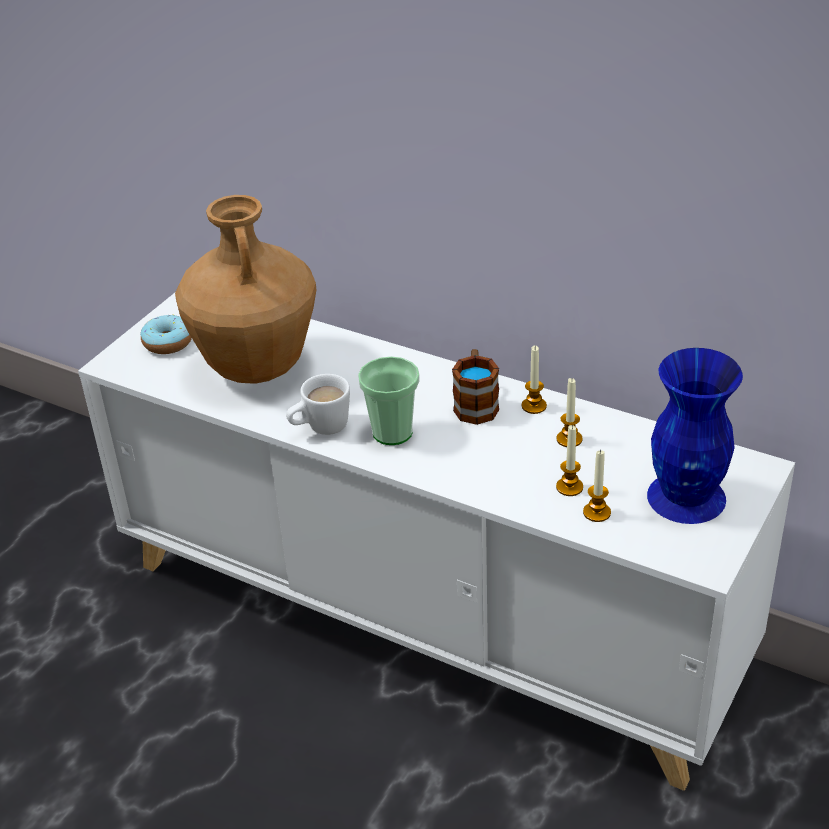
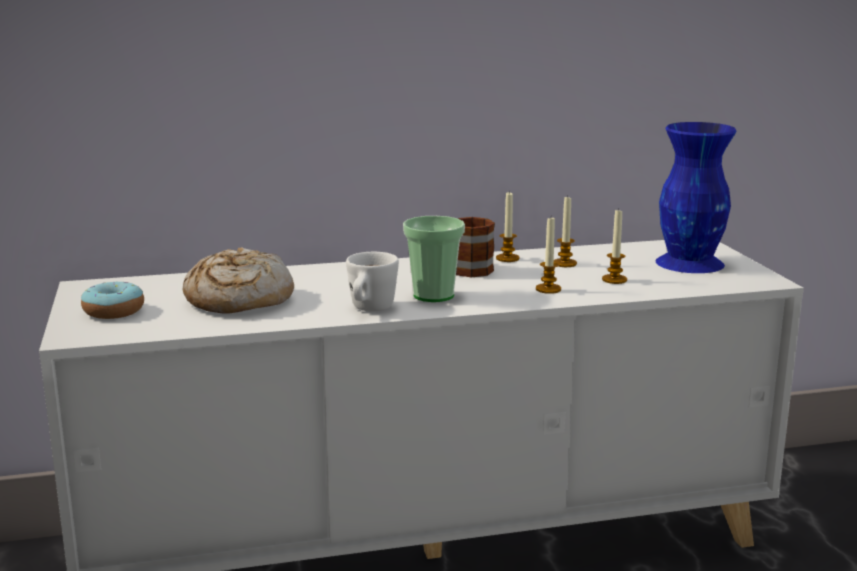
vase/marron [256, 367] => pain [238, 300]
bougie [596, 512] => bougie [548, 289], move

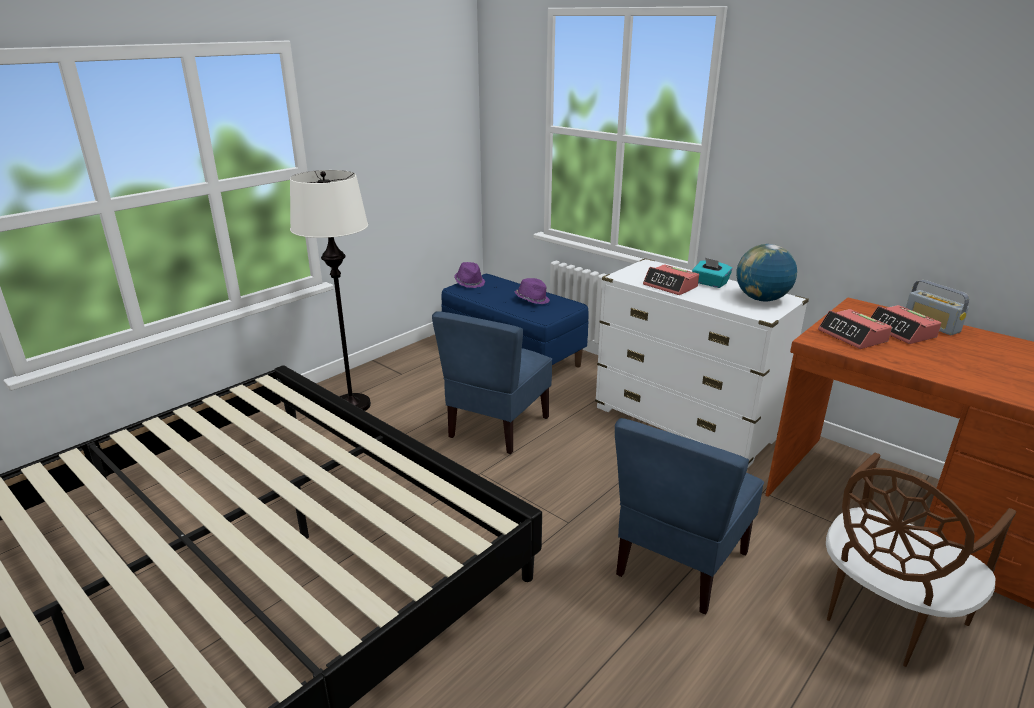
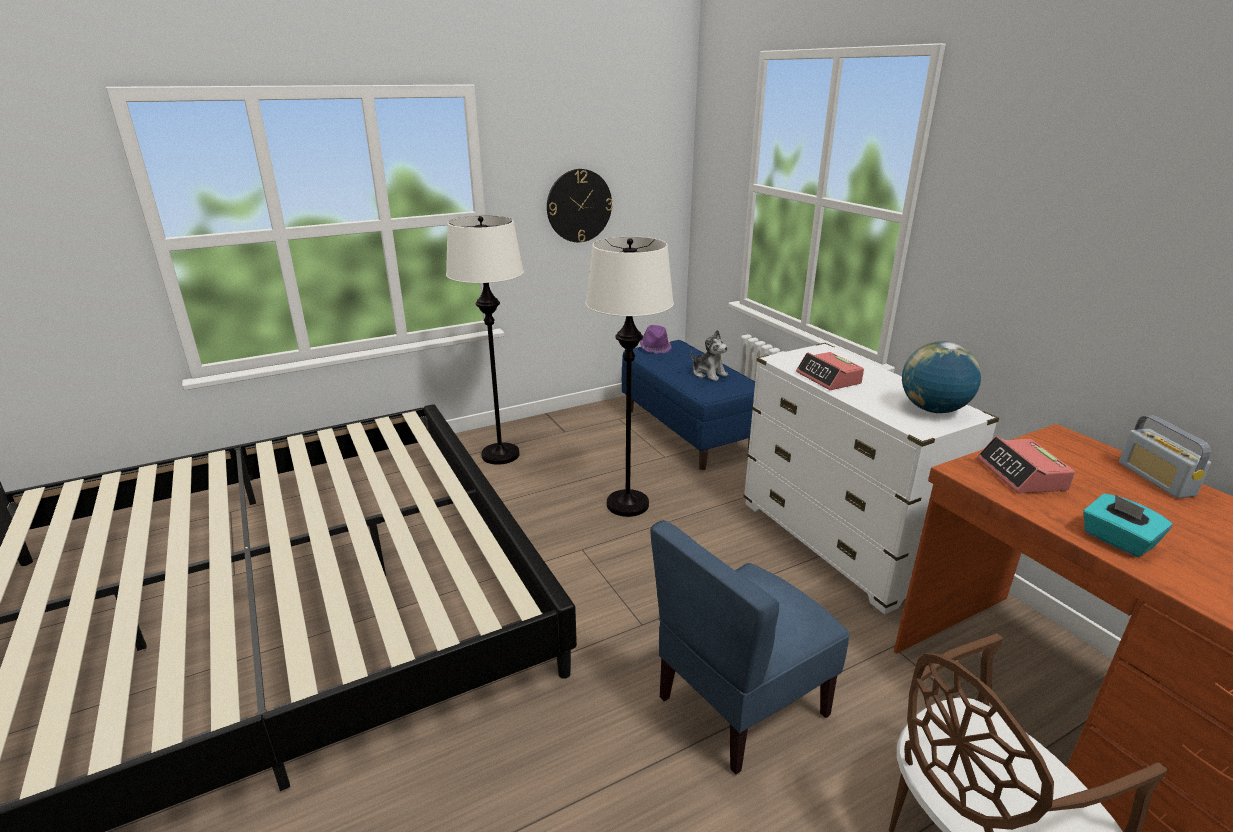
chaise/bleu [497, 427] => lampadaire/blanc [627, 504]
chapeau/violet [532, 299] => peluche [708, 374]
boîte à mouchoirs/turquoise [710, 283] => boîte à mouchoirs/turquoise [1117, 541], move
réveil [901, 332] => nothing
nothing => horloge murale [579, 206]

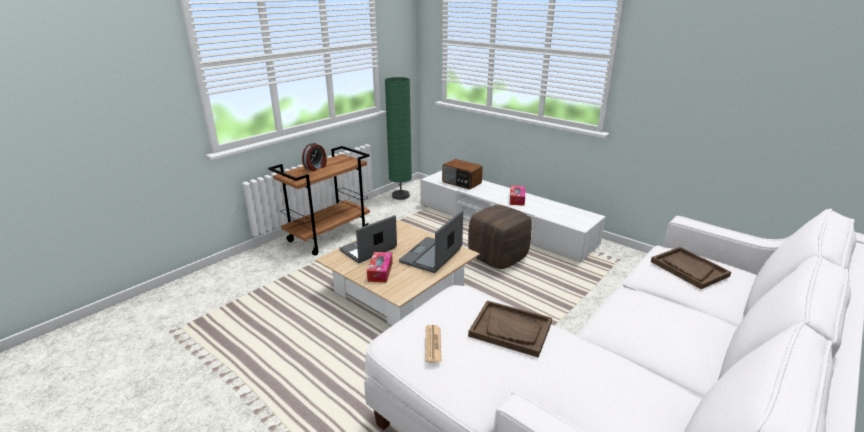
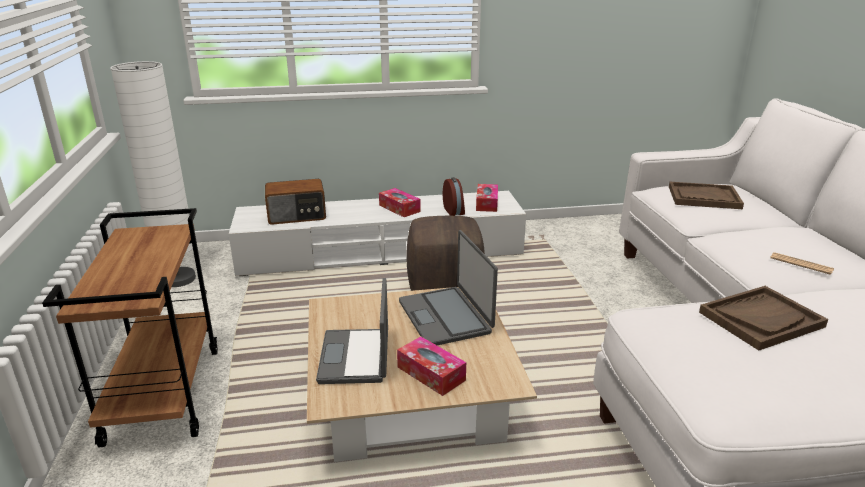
réveil [316, 167] => réveil [454, 211], move
lampadaire/vert [400, 196] => lampadaire/blanc [179, 279]
journal [433, 344] => journal [801, 264], move
nothing => boîte à mouchoirs [487, 203]

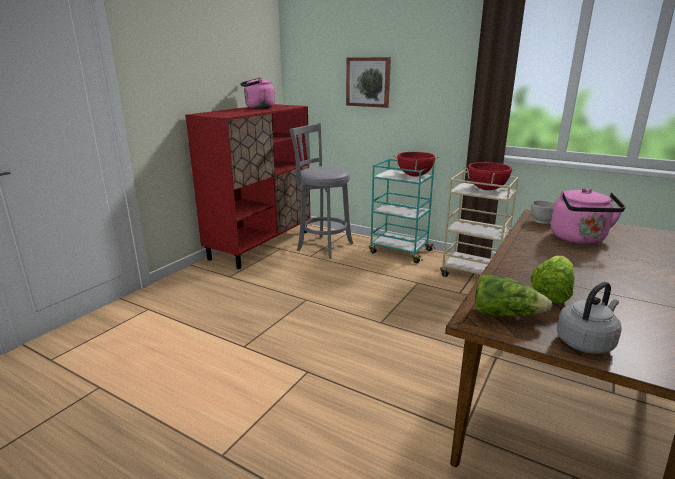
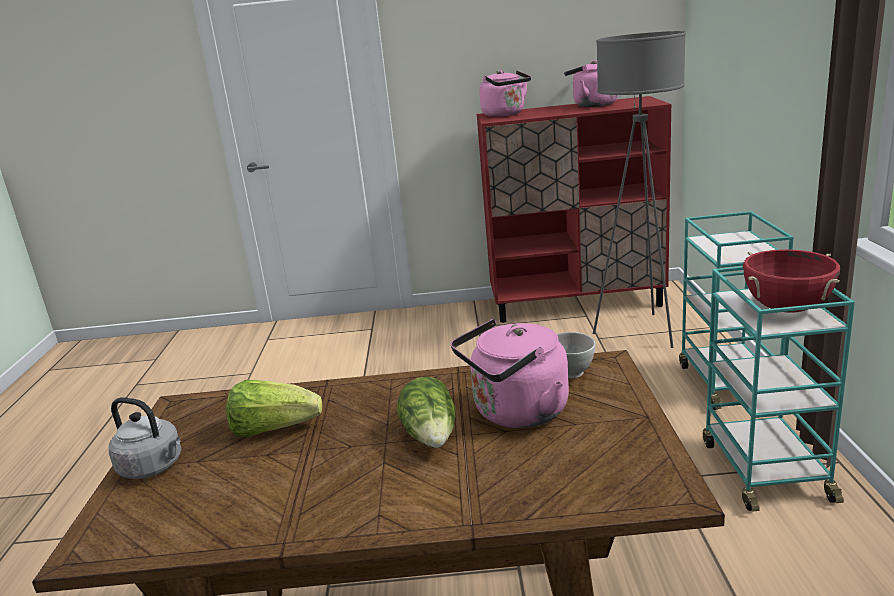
tabouret/gris [322, 246] => lampadaire/gris [640, 332]
tableau [368, 82] => nothing
marmite/rouge [414, 176] => nothing
chariot/beige [473, 274] => chariot/turquoise [764, 470]
laitue [505, 315] => laitue [432, 437], move
nothing => bouilloire/rose [505, 114]

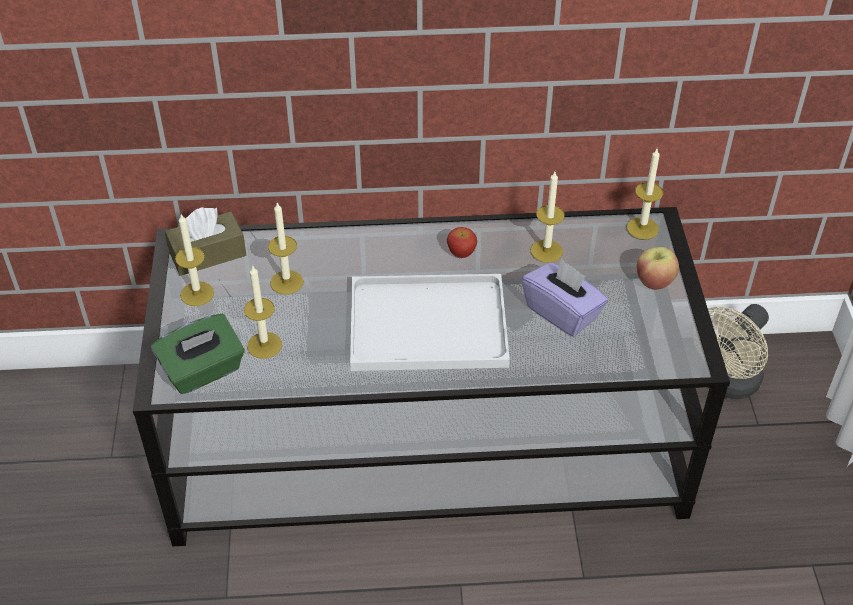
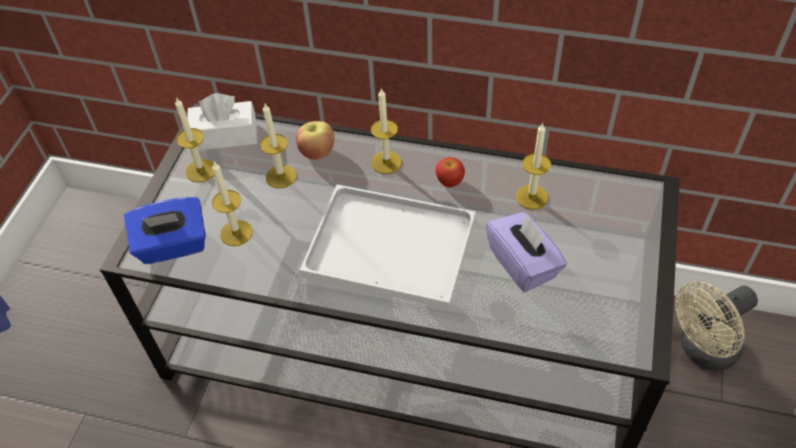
boîte à mouchoirs/vert [203, 371] => boîte à mouchoirs/bleu [173, 246]
boîte à mouchoirs/marron [208, 254] => boîte à mouchoirs/blanc [225, 135]
bougie [642, 228] => bougie [386, 162], move
pomme [654, 281] => pomme [317, 152], move

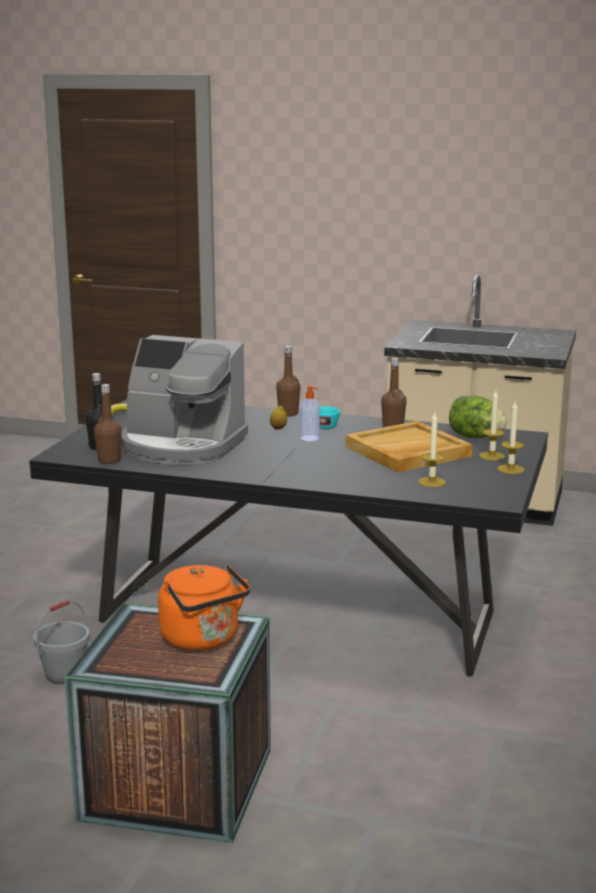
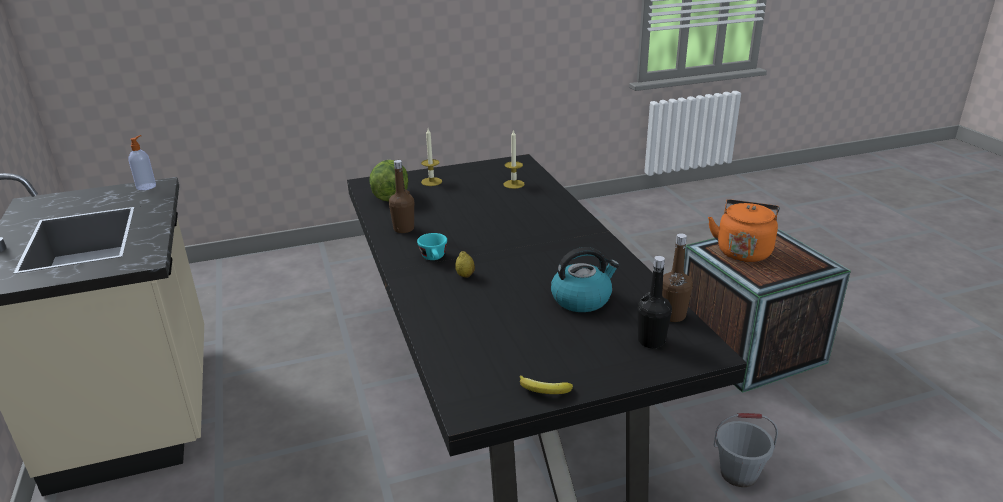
machine à café [181, 446] => bouilloire [582, 299]
bouteille/marron [288, 414] => nothing
distributeur de savon [310, 438] => distributeur de savon [146, 186], move
plateau/beige [407, 452] => nothing
bougie [510, 469] => nothing

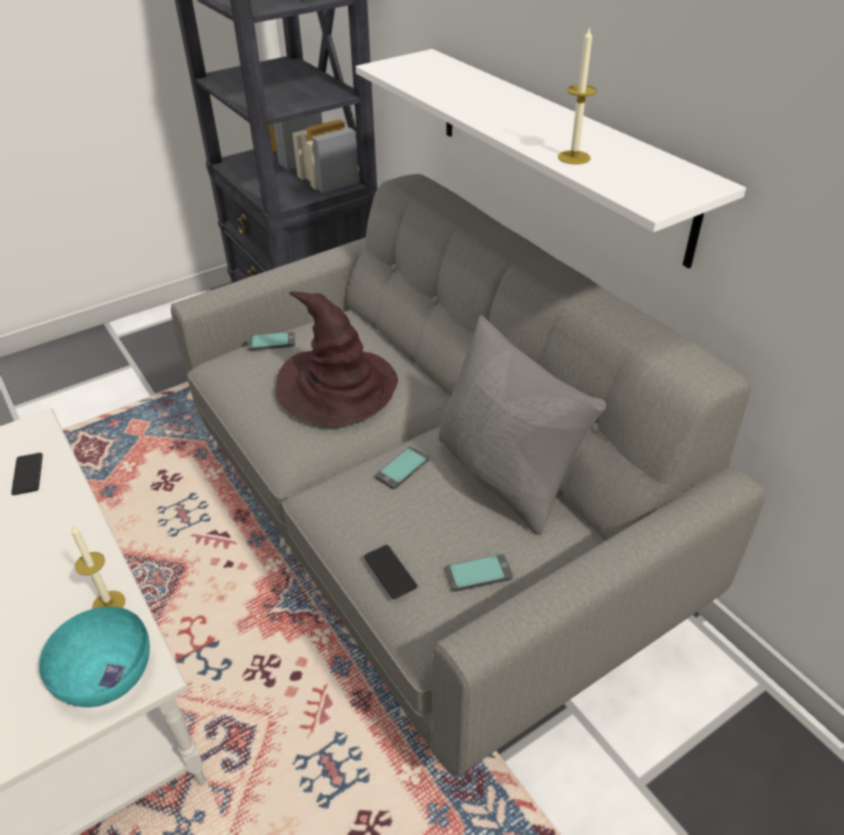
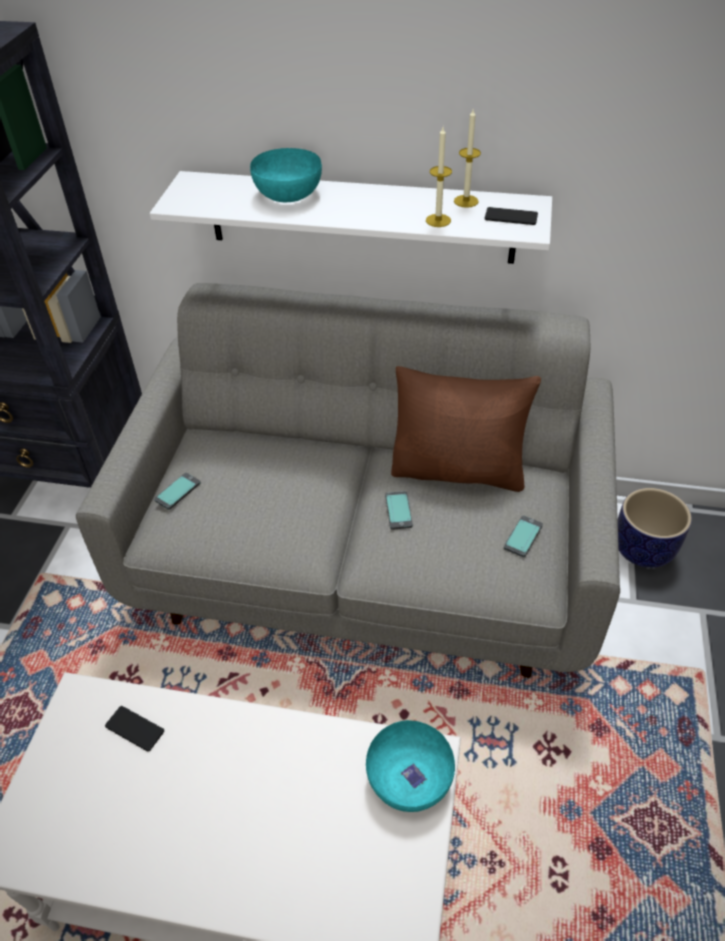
bougie [108, 604] => bougie [466, 201], move
chapeau/marron [337, 388] => nothing
téléphone [390, 572] => téléphone [511, 217], move
coussin/gris [505, 475] => coussin/marron [459, 470]
nothing => bol/turquoise [288, 193]
nothing => cache-pot [644, 549]

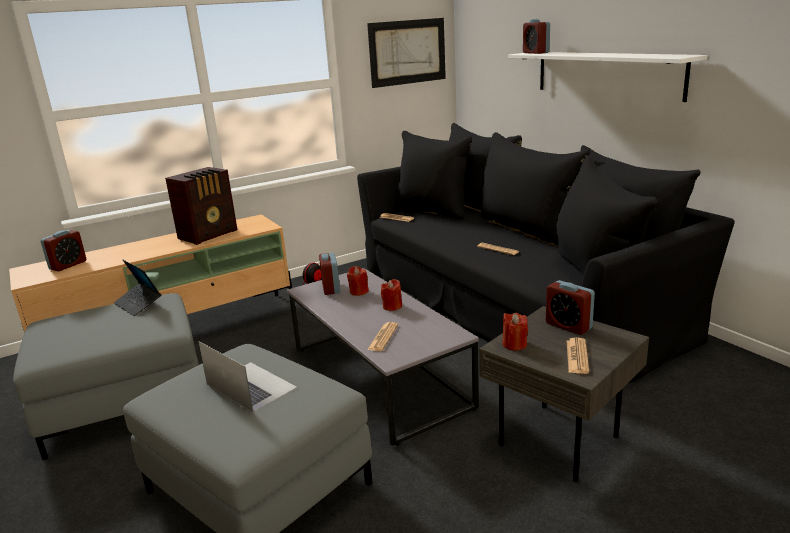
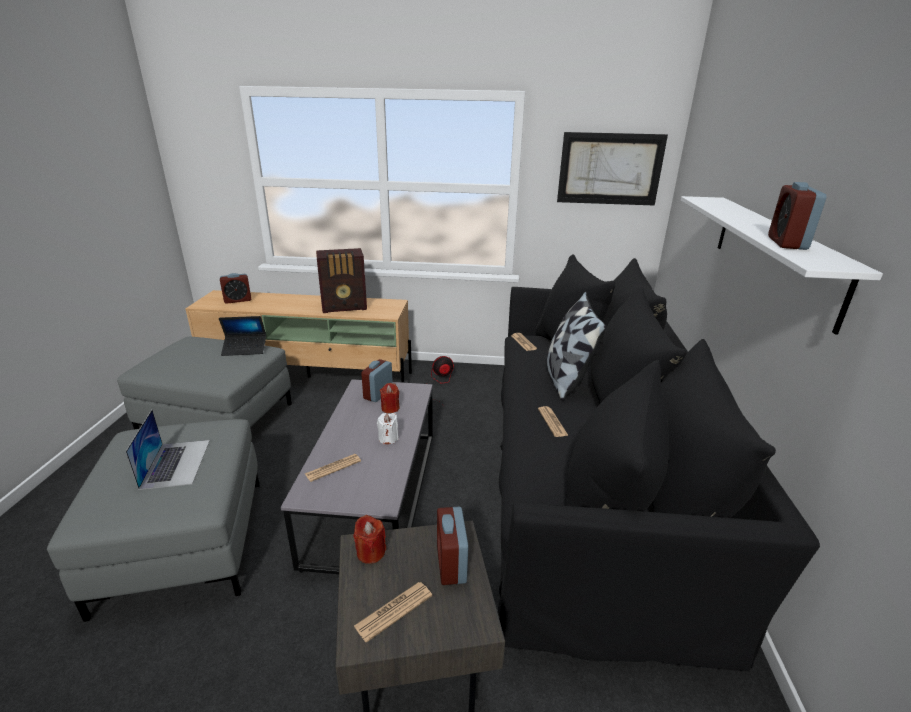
ordinateur portable [138, 304] => ordinateur portable [245, 349], 90 degrees counterclockwise
bougie/rouge [392, 306] => bougie/blanc [388, 438]
réveil [535, 53] => réveil [787, 243], move
nothing => coussin [566, 379]

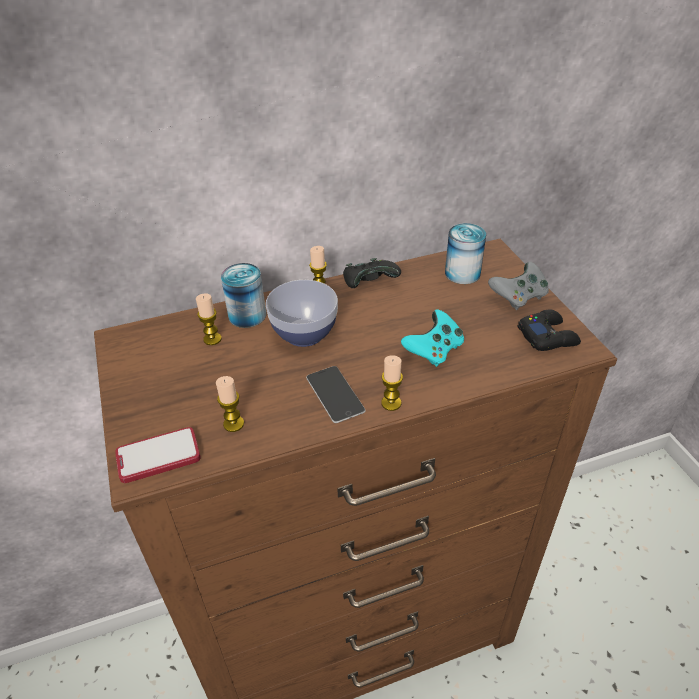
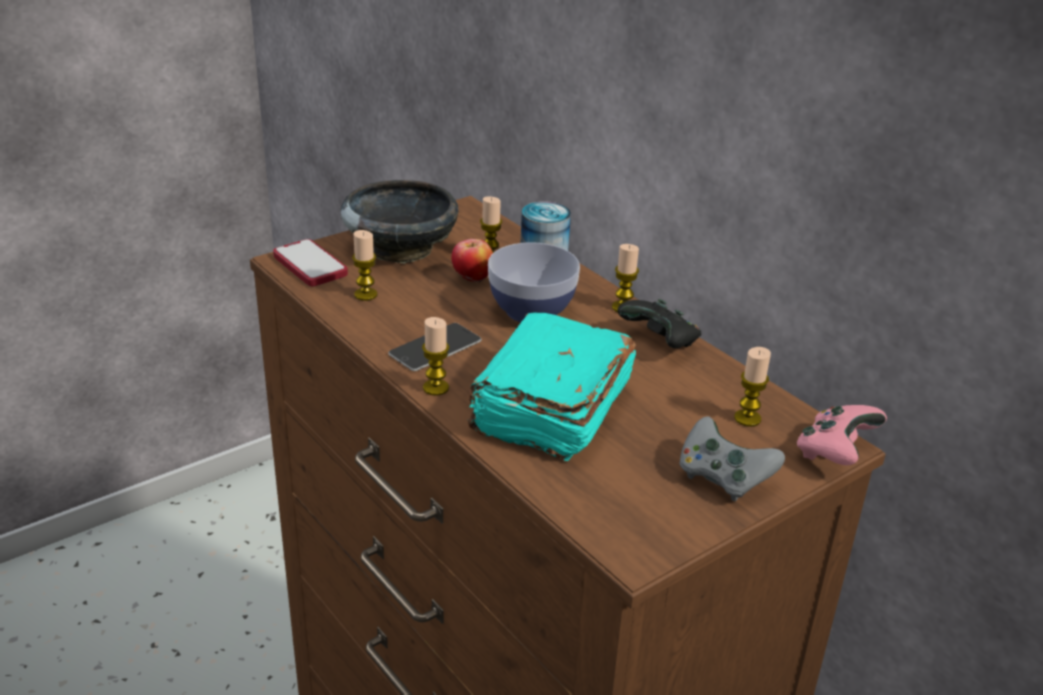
manette/turquoise [434, 351] => livre/turquoise [550, 410]
boîte métallique [462, 273] => bougie [747, 418]
manette/noir [547, 336] => nothing
nothing => bol/noir [401, 248]
nothing => pomme [472, 279]
nothing => manette/rose [834, 452]

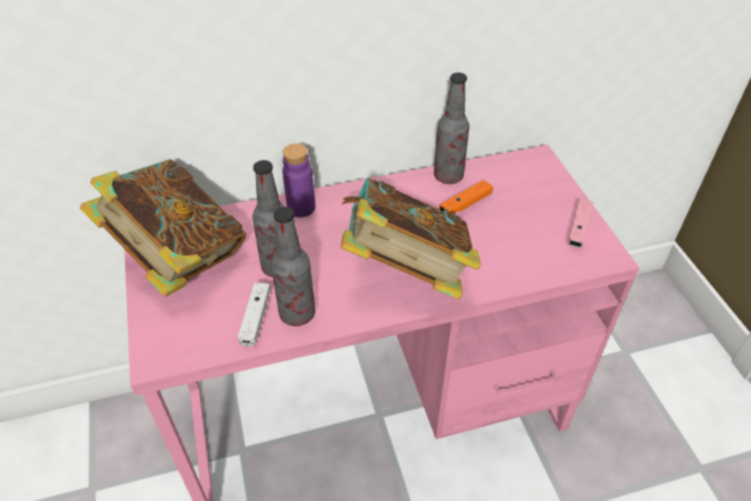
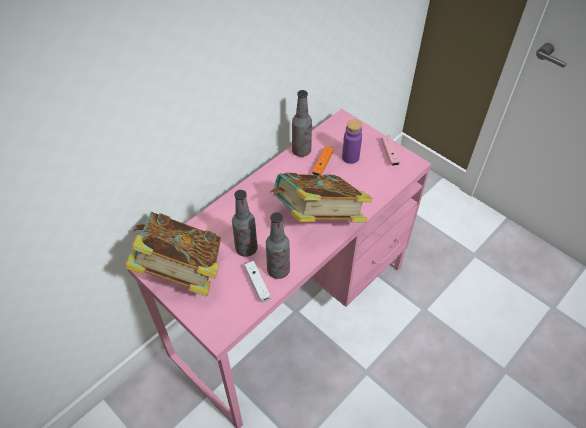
bouteille/violet [301, 208] => bouteille/violet [350, 157], move

